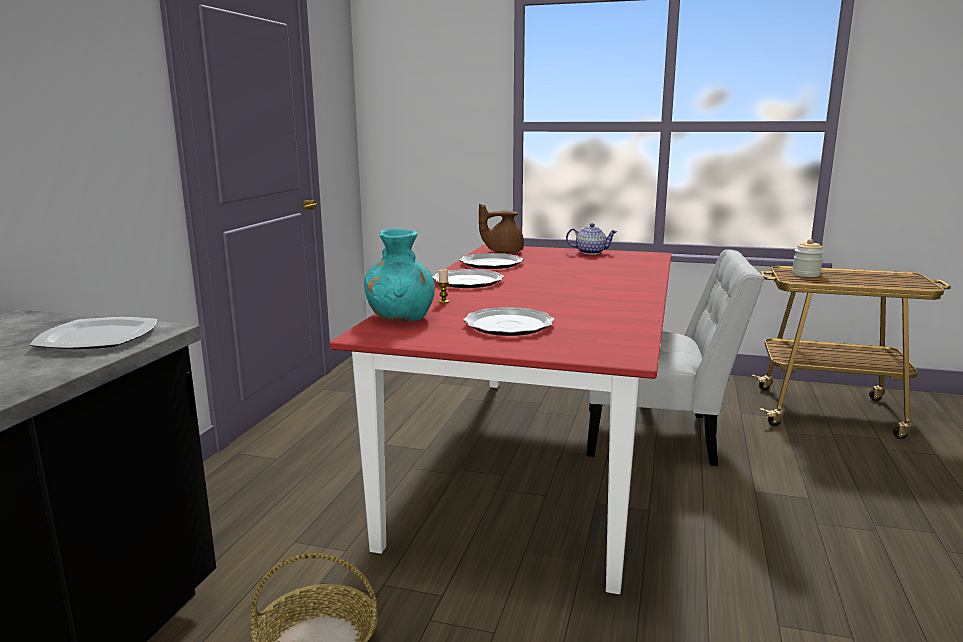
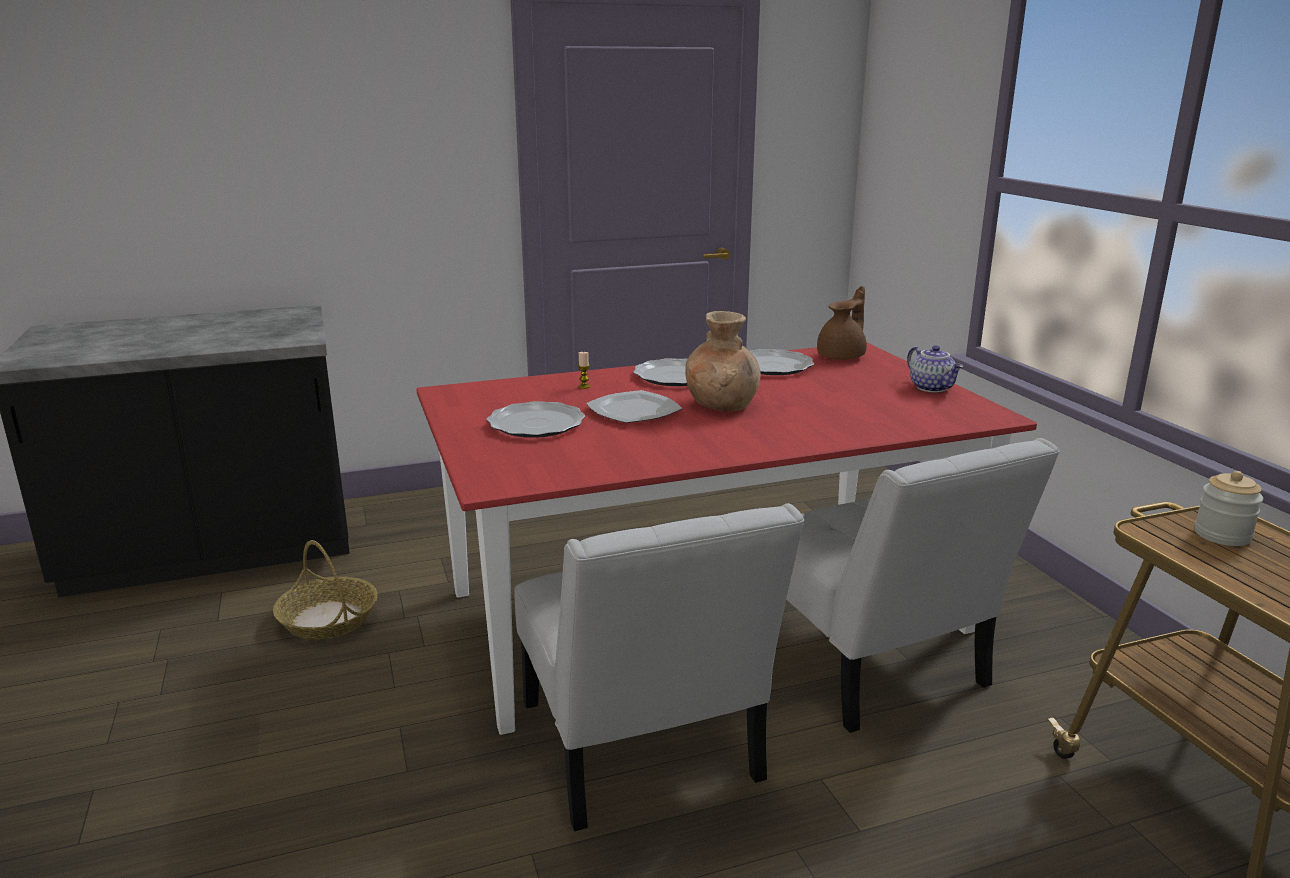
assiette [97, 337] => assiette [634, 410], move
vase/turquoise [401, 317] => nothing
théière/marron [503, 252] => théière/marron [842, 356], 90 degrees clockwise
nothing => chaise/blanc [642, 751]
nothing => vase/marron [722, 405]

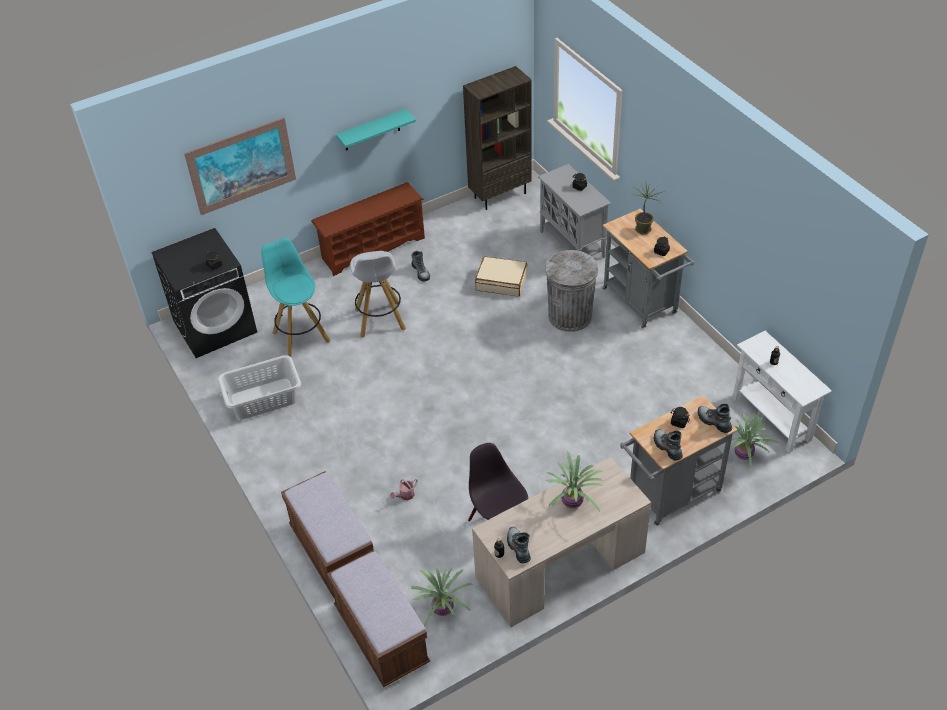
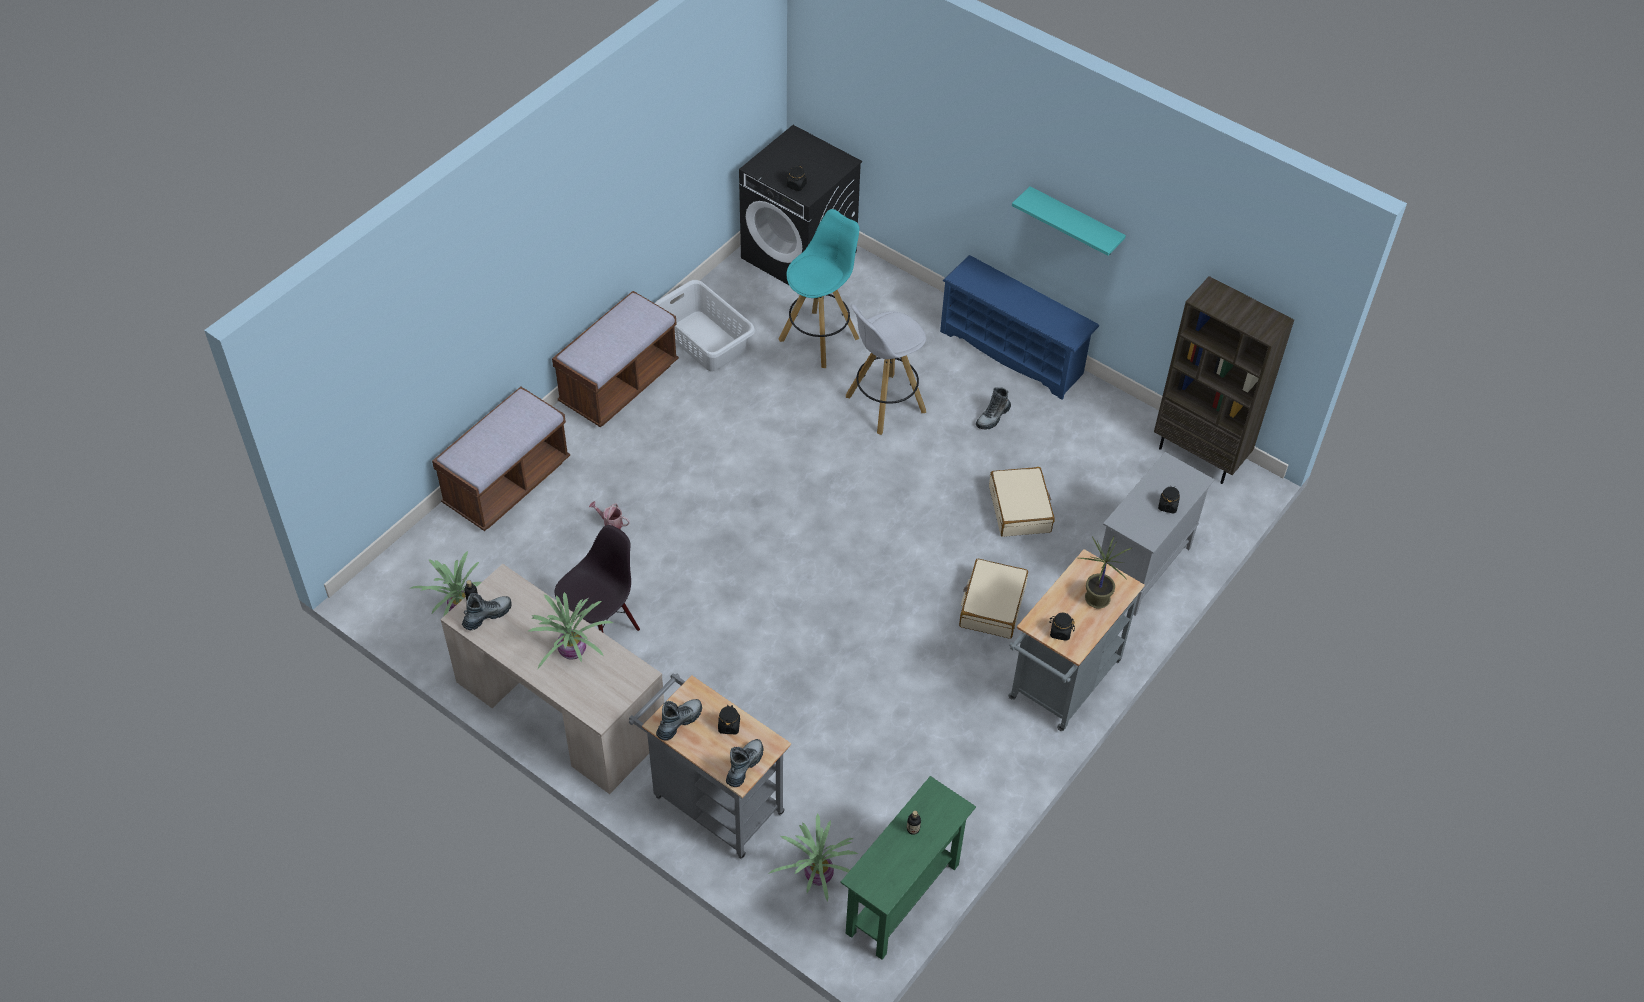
tableau [241, 166] => nothing
étagère à chaussures/marron [372, 248] => étagère à chaussures/bleu [1013, 352]
banc/marron [381, 636] => banc/marron [619, 384], move
poubelle/gris [570, 316] => valise/beige [992, 605]
table console/blanc [771, 418] => table console/vert [902, 898]

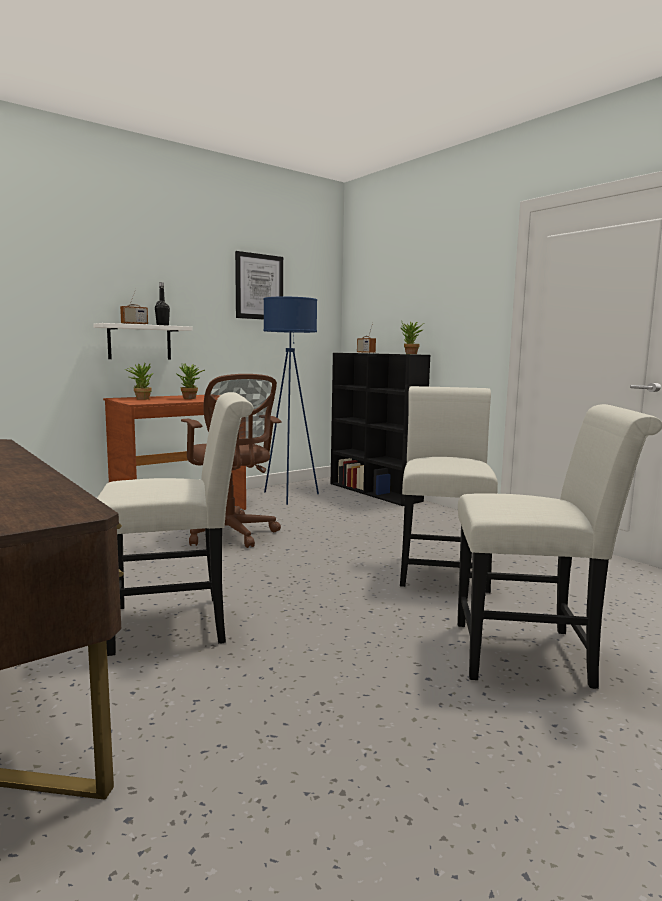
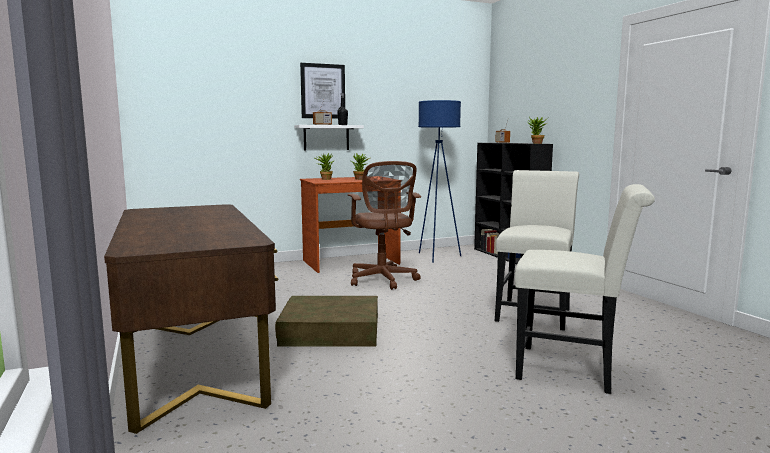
chaise/blanc [180, 623] => boîte de rangement/marron [331, 330]
tableau [259, 287] => tableau [323, 91], move

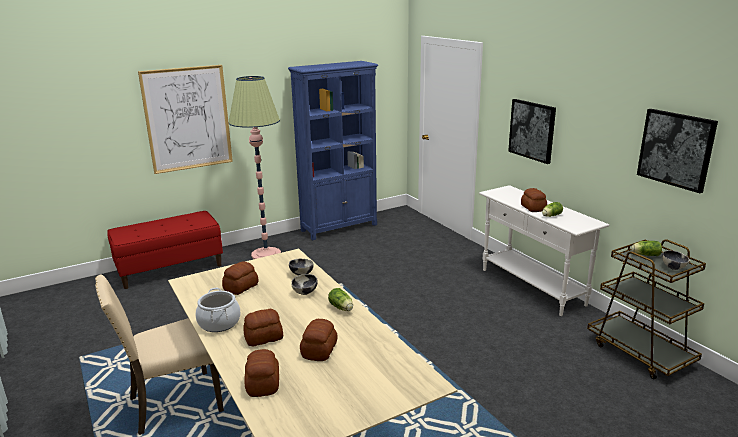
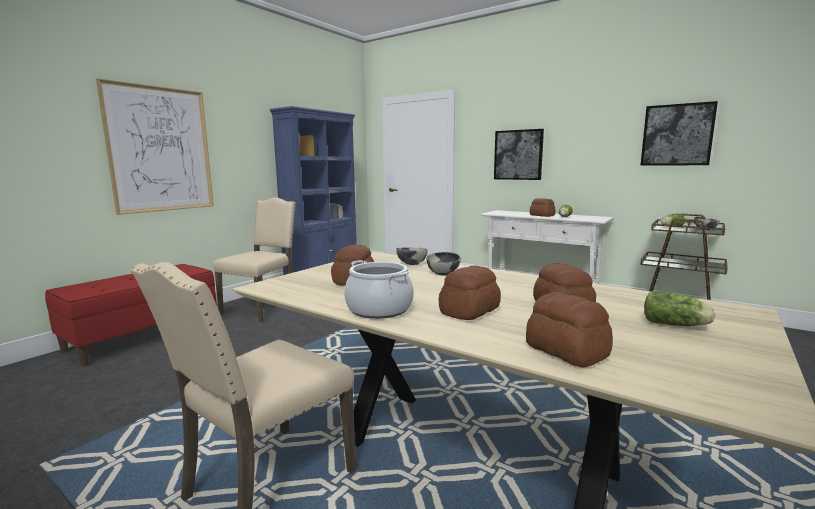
lampadaire [266, 254] => chaise/beige [262, 308]
laitue [342, 308] => laitue [676, 325], move

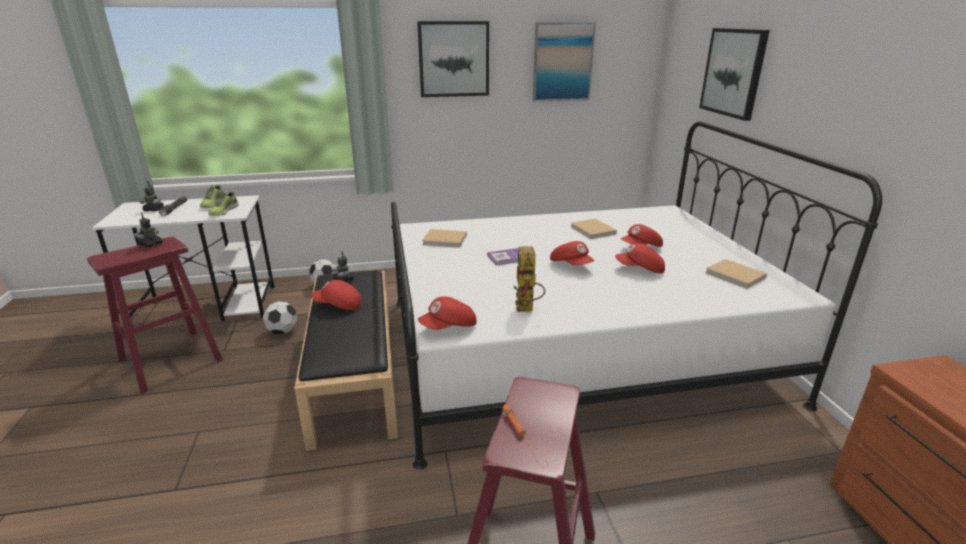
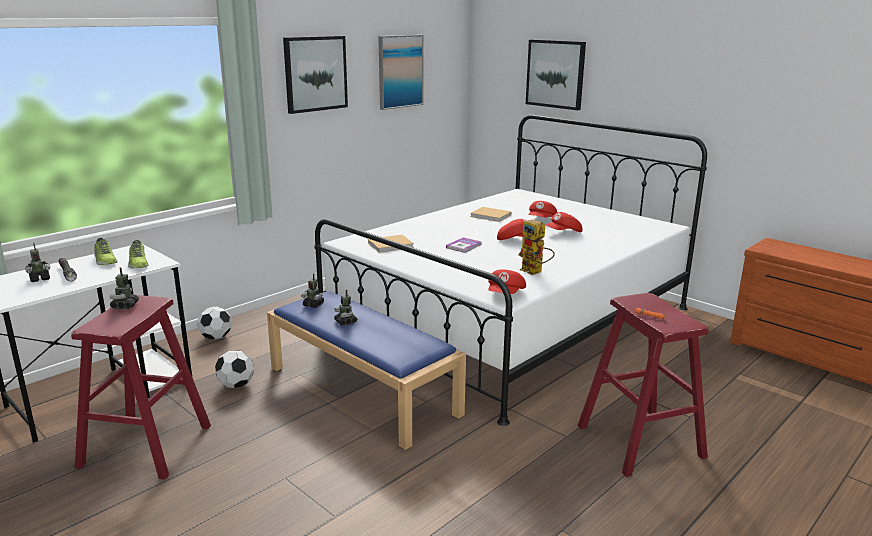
banc/noir [355, 374] => banc/bleu [363, 390]
casquette/rouge [338, 305] => robot jouet [345, 322]
livre/beige [736, 276] => nothing

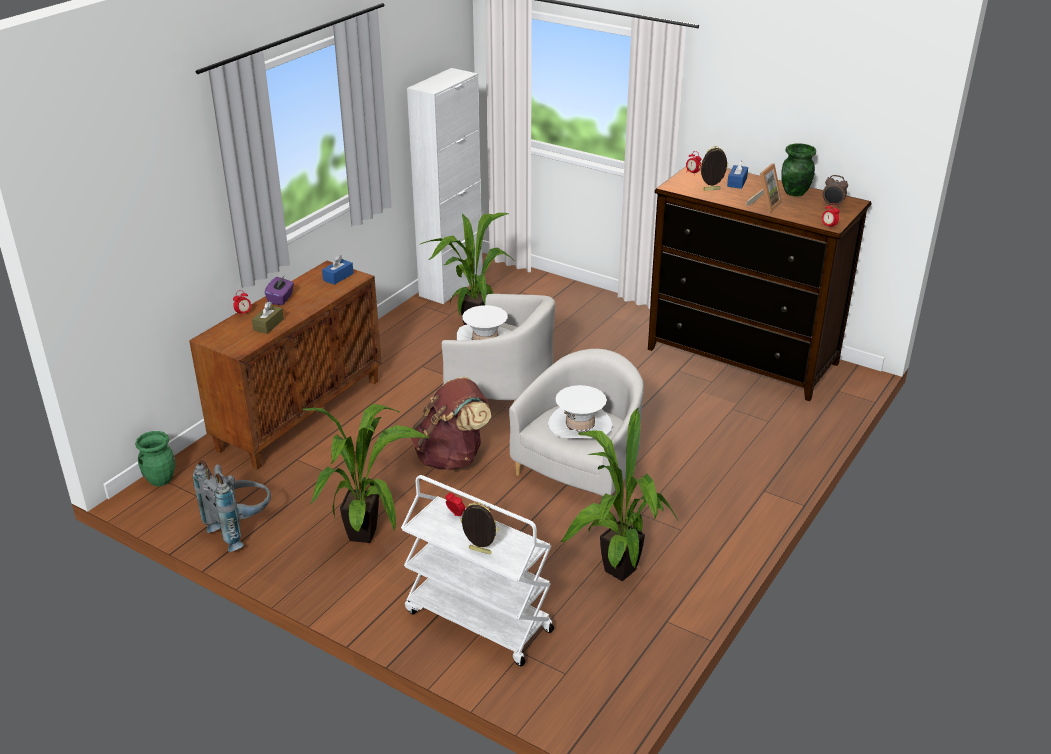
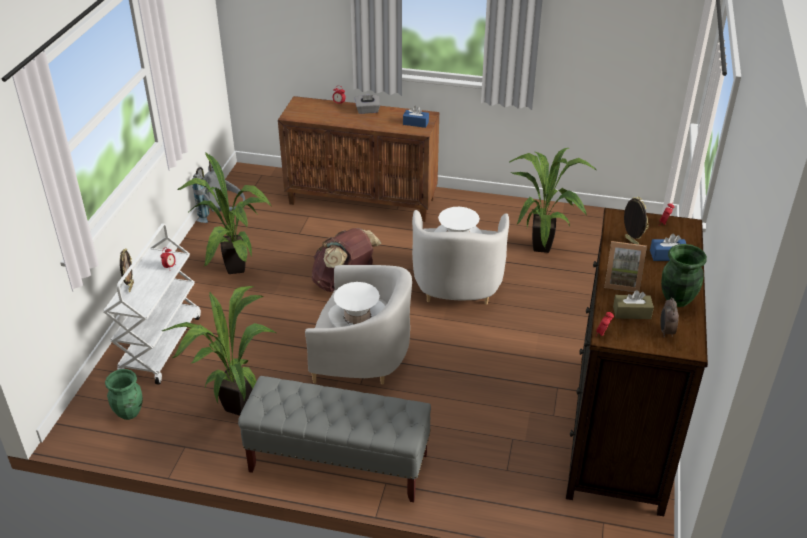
vase/vert [160, 480] => vase/vert [129, 412], move
boîte à mouchoirs/marron [268, 325] => boîte à mouchoirs/marron [631, 312], move
boîte à mouchoirs/violet [281, 299] => boîte à mouchoirs/gris [367, 111]
meuble de rangement/blanc [451, 286] => nothing
nothing => banc/gris [338, 463]

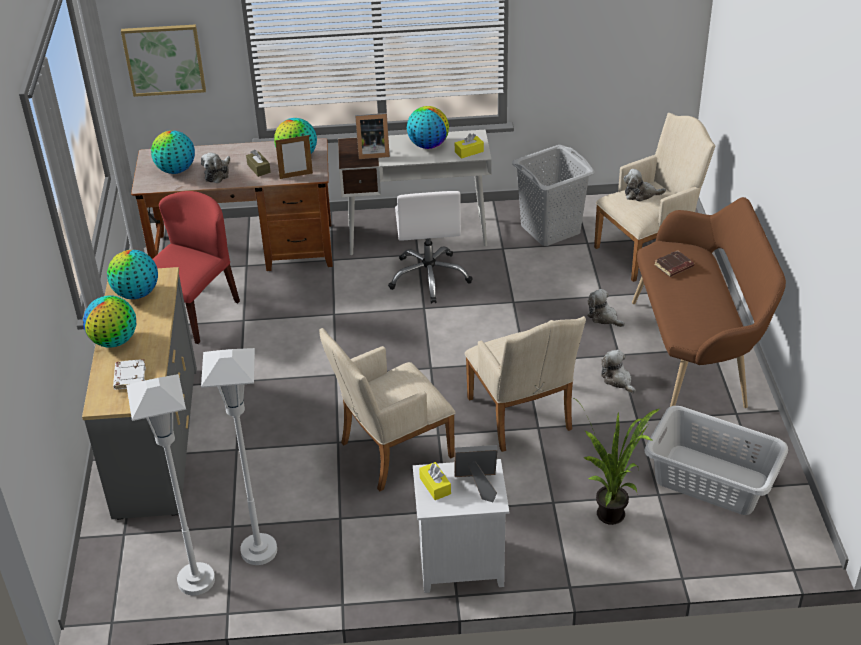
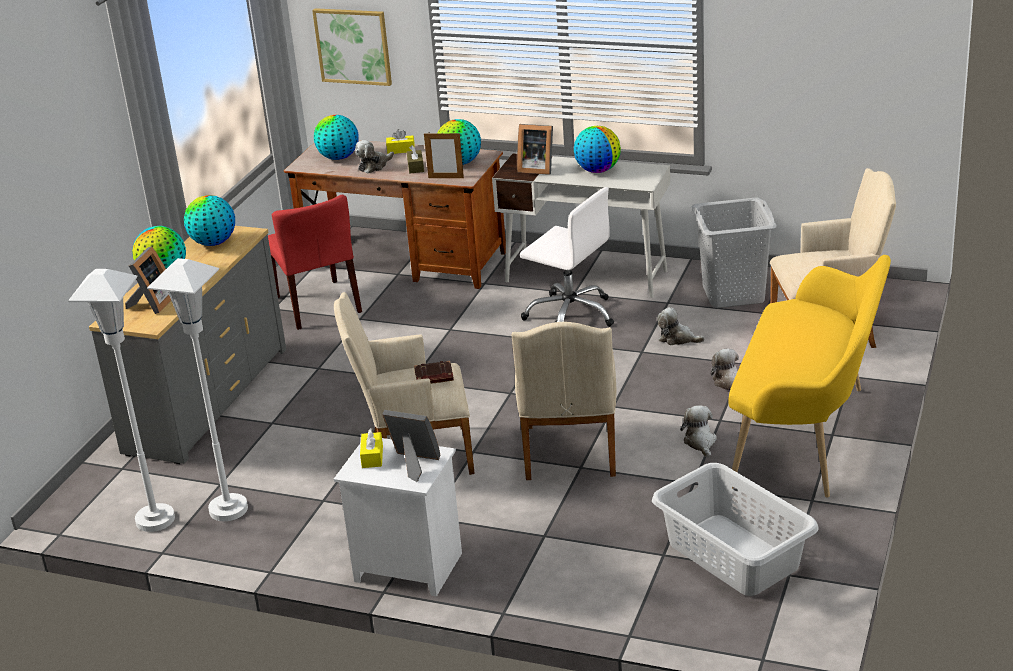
livre/blanc [129, 377] => cadre photo [153, 304]
chaise/rouge [193, 313] => chaise/rouge [318, 304], 105 degrees clockwise
chaise de bureau/blanc [429, 277] => chaise de bureau/blanc [570, 315], 75 degrees counterclockwise
boîte à mouchoirs/jaune [469, 152] => boîte à mouchoirs/jaune [401, 150], move
plante en pot [611, 520] => nothing
peluche [640, 194] => peluche [677, 339], move
banc/marron [696, 355] => banc/jaune [808, 437]
livre/marron [673, 266] => livre/marron [433, 377], move

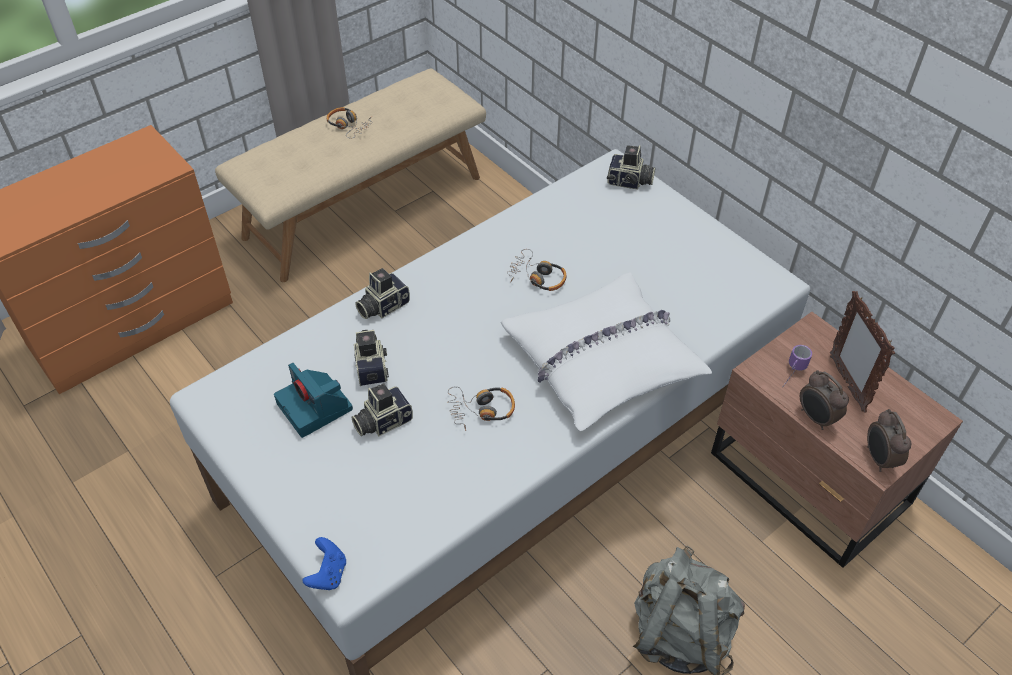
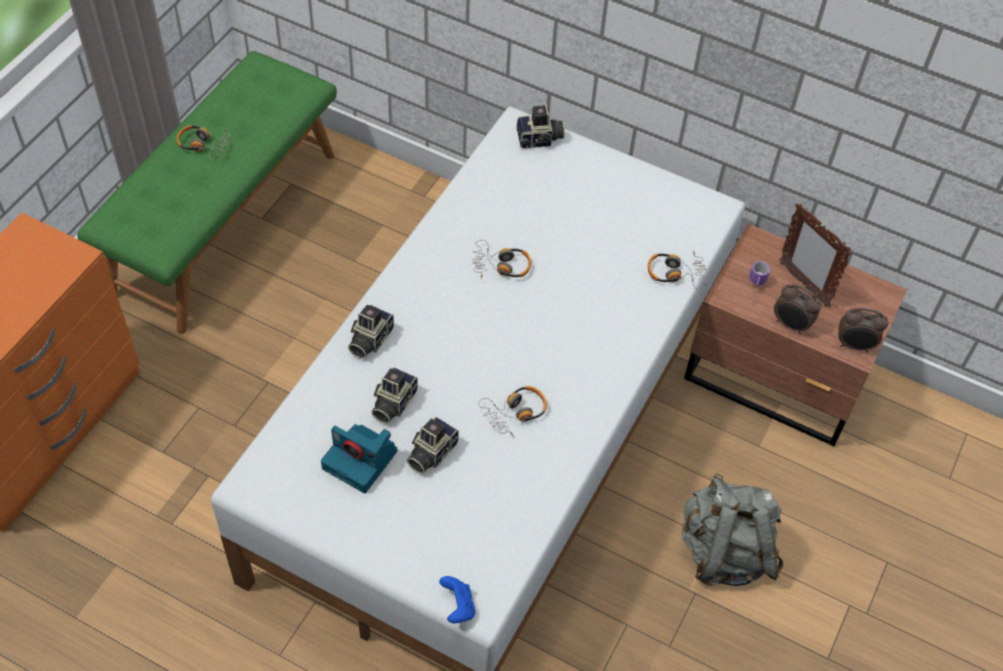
banc/beige [363, 206] => banc/vert [224, 222]
appareil photo [372, 366] => appareil photo [392, 403], 120 degrees counterclockwise
coussin/blanc [602, 360] => nothing
réveil [878, 459] => réveil [854, 345], 45 degrees counterclockwise
nothing => casque audio [676, 273]

